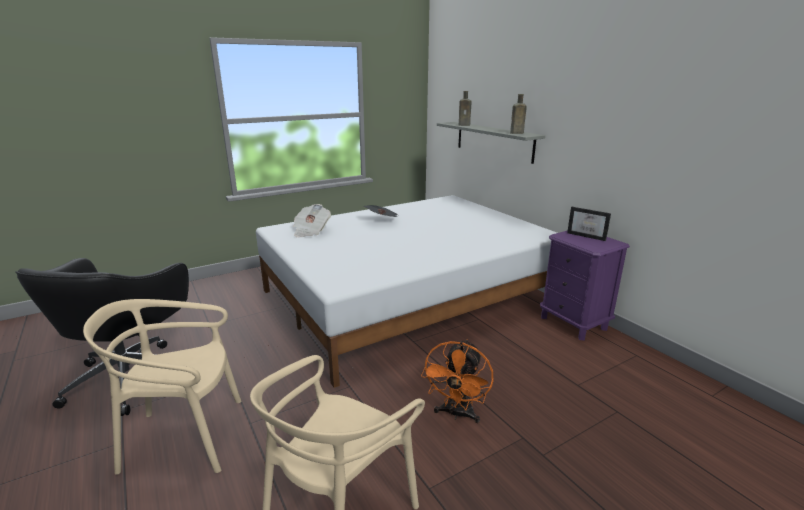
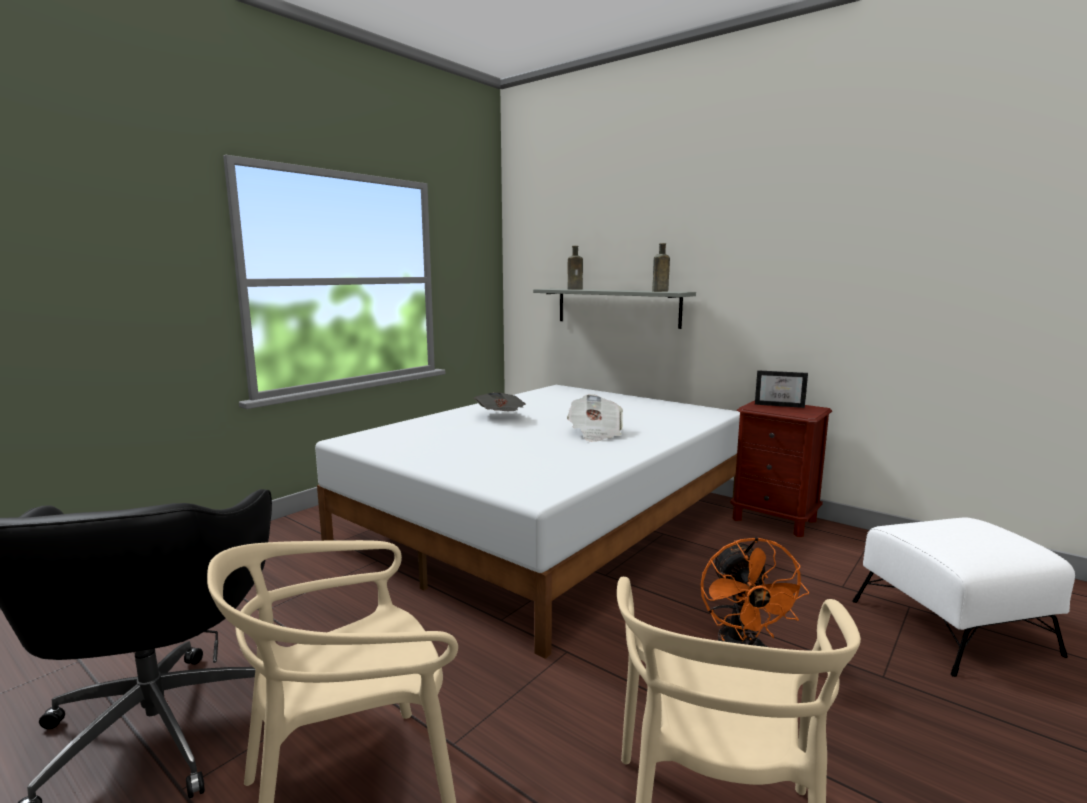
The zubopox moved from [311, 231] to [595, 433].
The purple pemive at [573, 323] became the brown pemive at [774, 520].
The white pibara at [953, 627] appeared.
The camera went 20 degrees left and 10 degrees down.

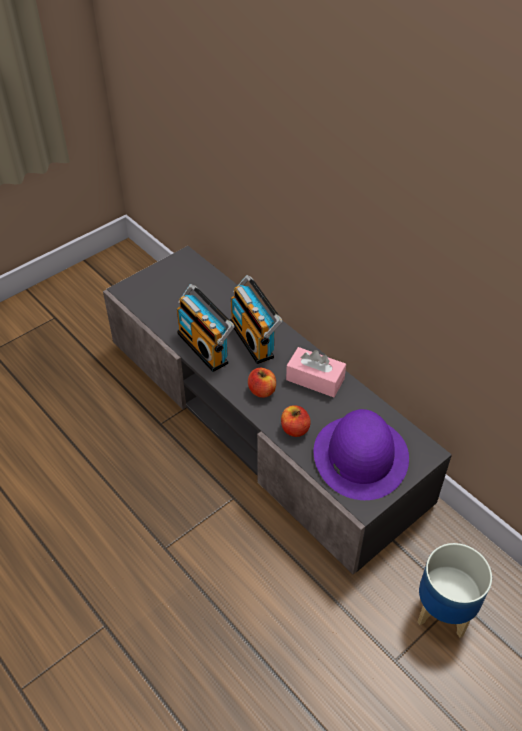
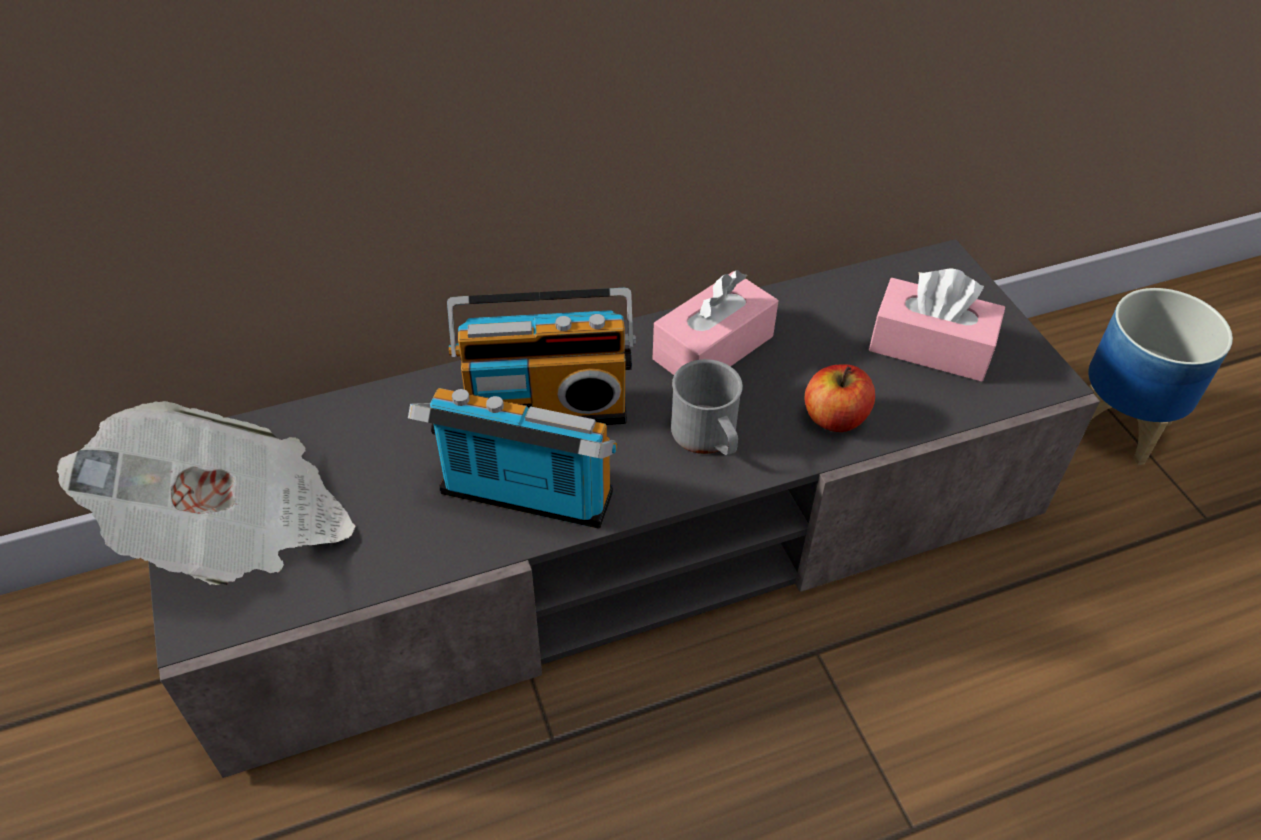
The zubopox at [235, 529] appeared.
The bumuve at [205, 347] turned 150 degrees counterclockwise.
The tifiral at [262, 391] was replaced by the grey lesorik at [708, 438].
The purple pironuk at [360, 456] was replaced by the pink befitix at [930, 347].
The camera went 70 degrees left and 0 degrees up.

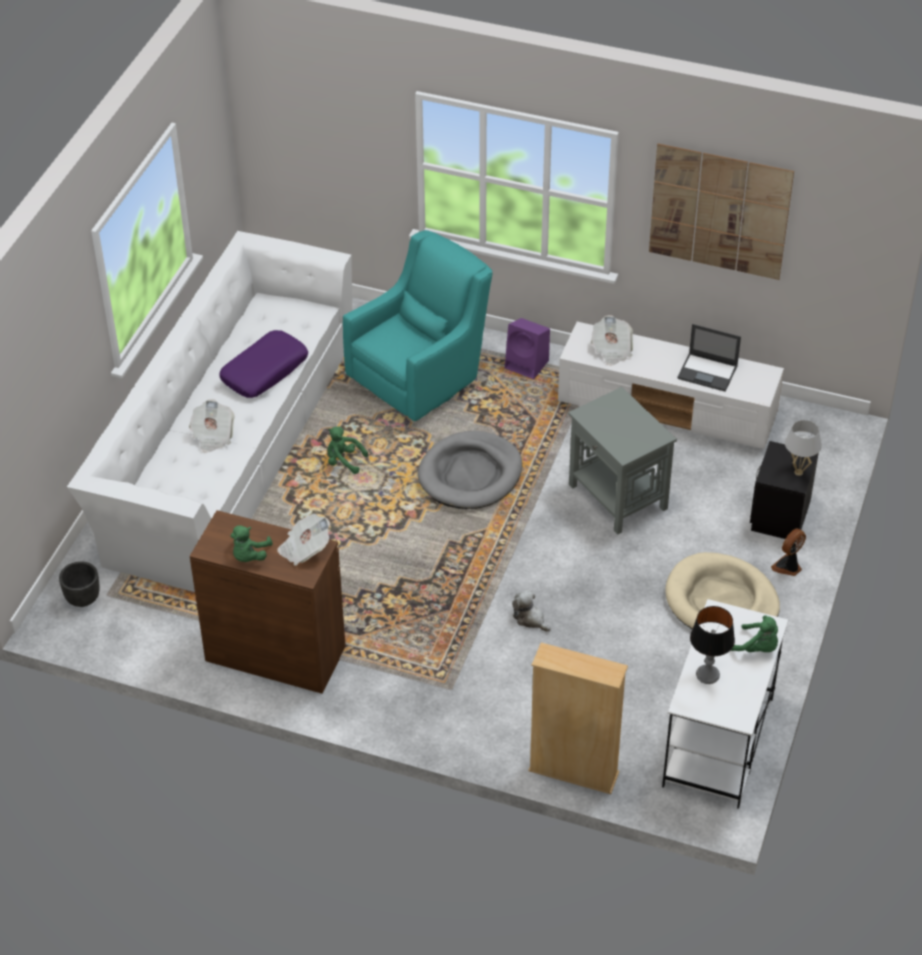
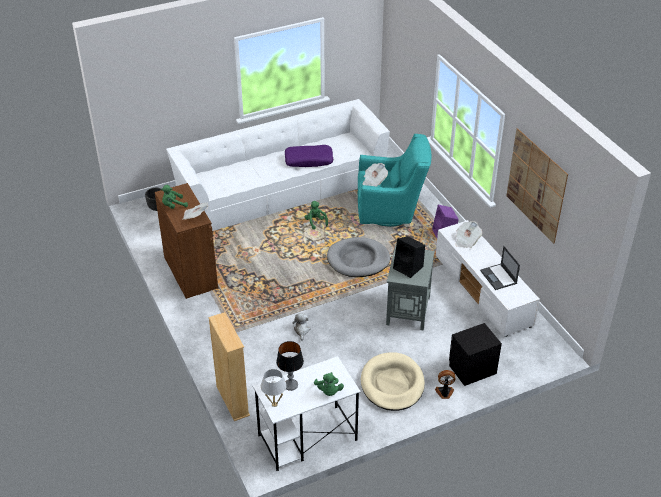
The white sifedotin moved from [798, 472] to [274, 404].
The zubopox moved from [213, 436] to [374, 181].
The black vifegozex at [409, 267] appeared.
The camera went 45 degrees right and 5 degrees down.

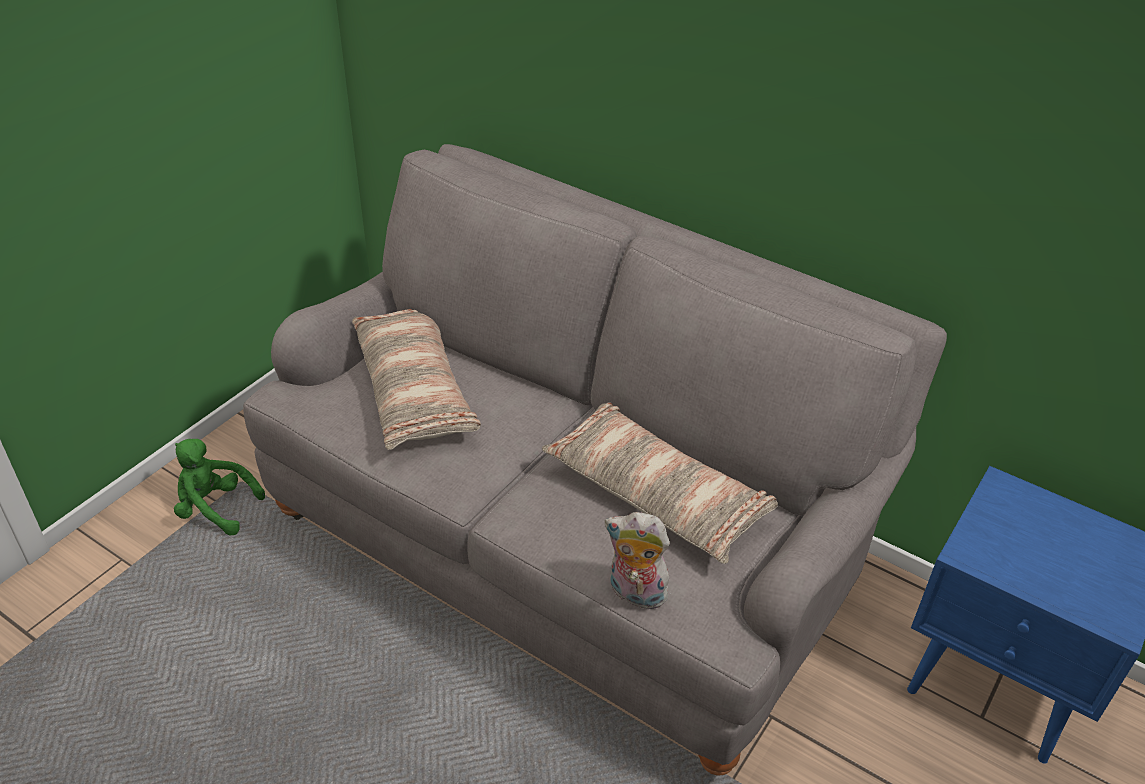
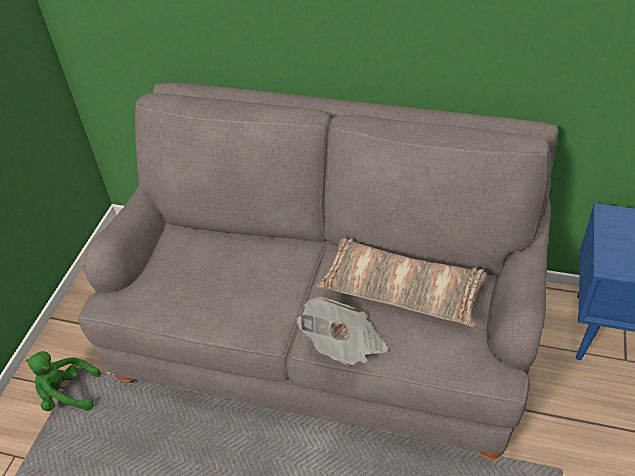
The zubopox at [344, 345] appeared.
The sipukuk at [415, 389] disappeared.
The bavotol at [634, 594] disappeared.
The camera went 15 degrees left and 5 degrees up.

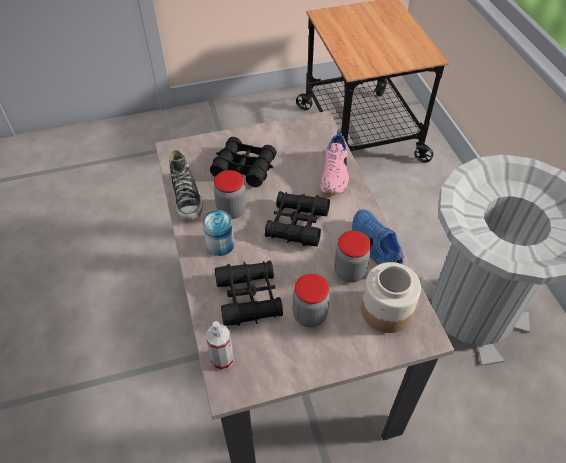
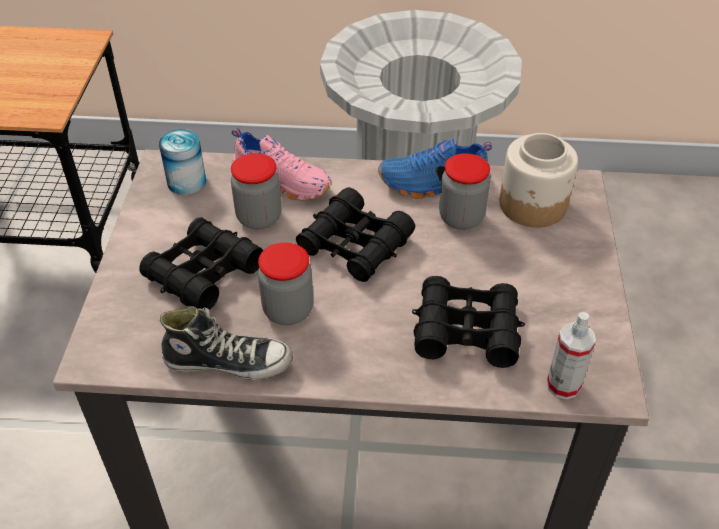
The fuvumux moved from [220, 244] to [187, 182].
The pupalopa moved from [309, 315] to [259, 218].
The camera went 70 degrees left and 5 degrees down.

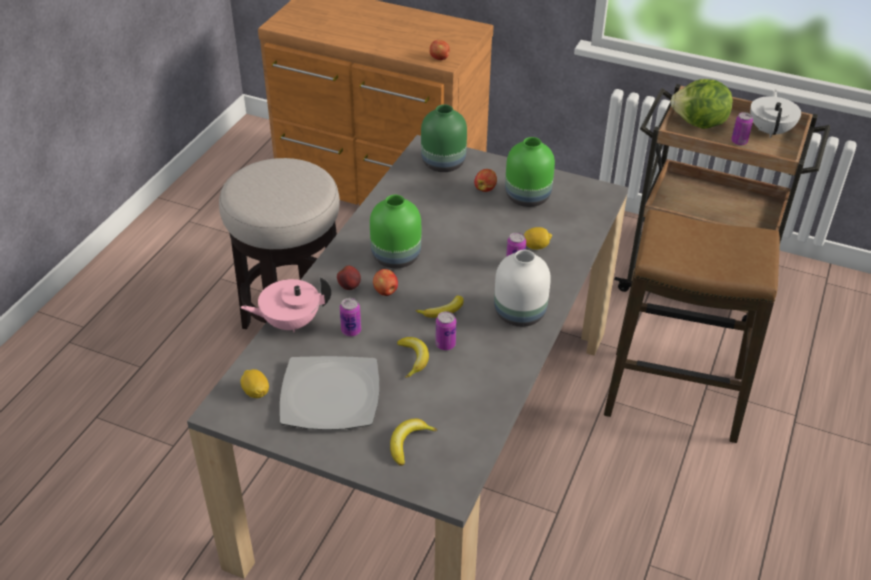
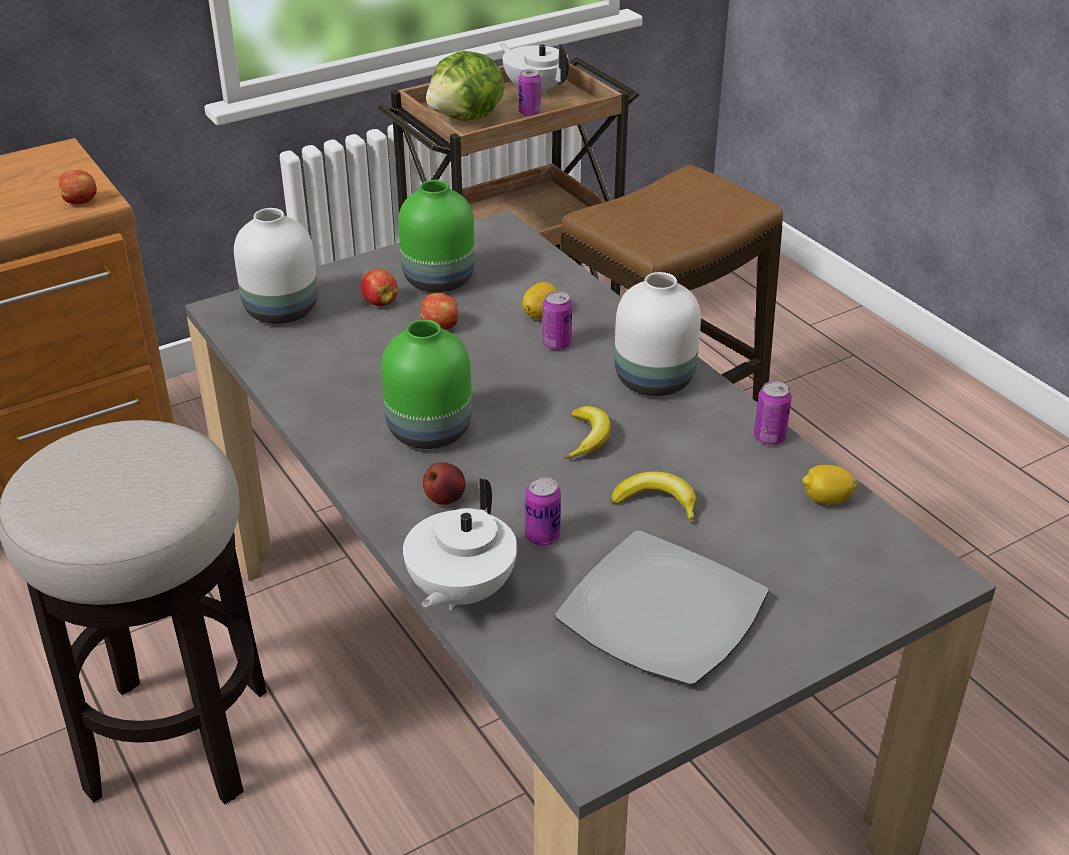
The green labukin at [442, 163] became the white labukin at [280, 312].
The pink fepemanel at [290, 322] became the white fepemanel at [460, 591].
The tifiral moved from [386, 292] to [441, 327].
The fuvumux moved from [445, 344] to [769, 437].
The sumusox moved from [256, 392] to [826, 500].
The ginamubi at [408, 443] disappeared.
The camera went 55 degrees left and 5 degrees down.

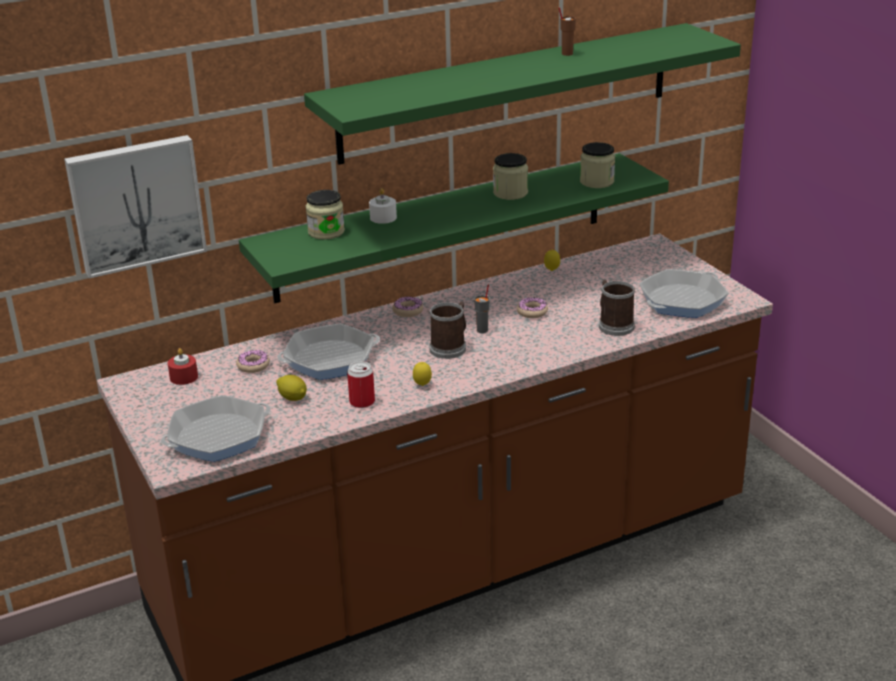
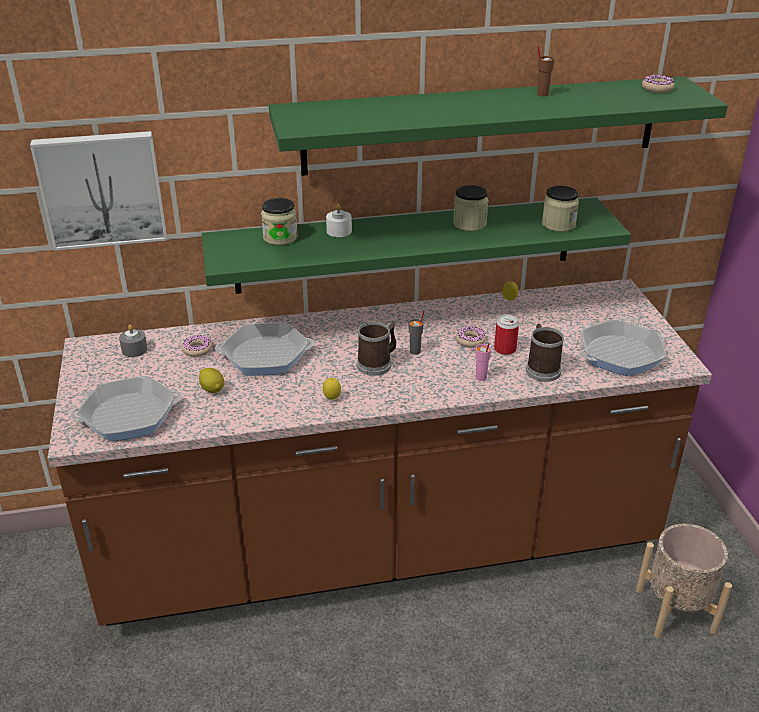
The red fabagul at [184, 377] became the grey fabagul at [134, 350].
The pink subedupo at [481, 378] appeared.
The fuvumux moved from [362, 402] to [505, 349].
The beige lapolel at [674, 610] appeared.
The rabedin moved from [408, 311] to [657, 88].
The camera went 15 degrees right and 5 degrees up.

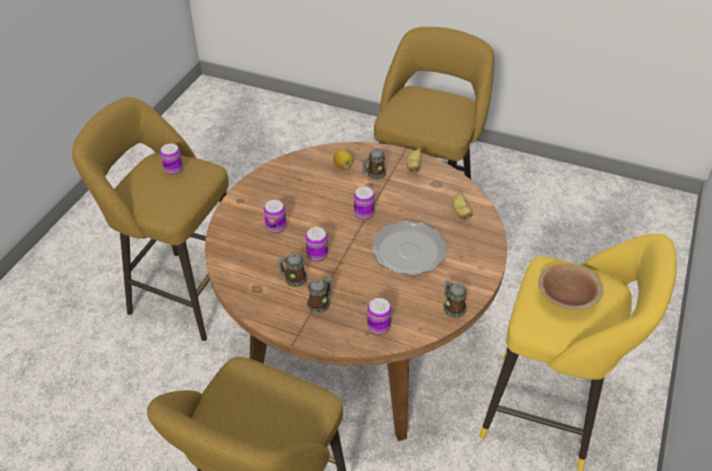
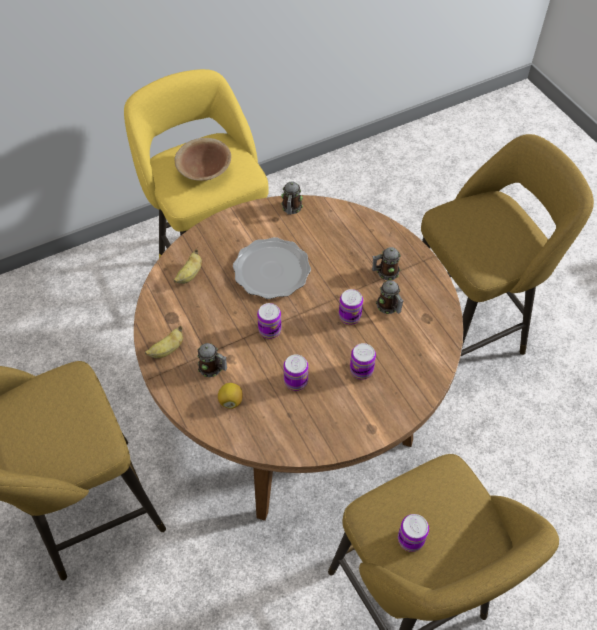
The fuvumux moved from [378, 327] to [296, 381].
The camera went 140 degrees left and 10 degrees up.

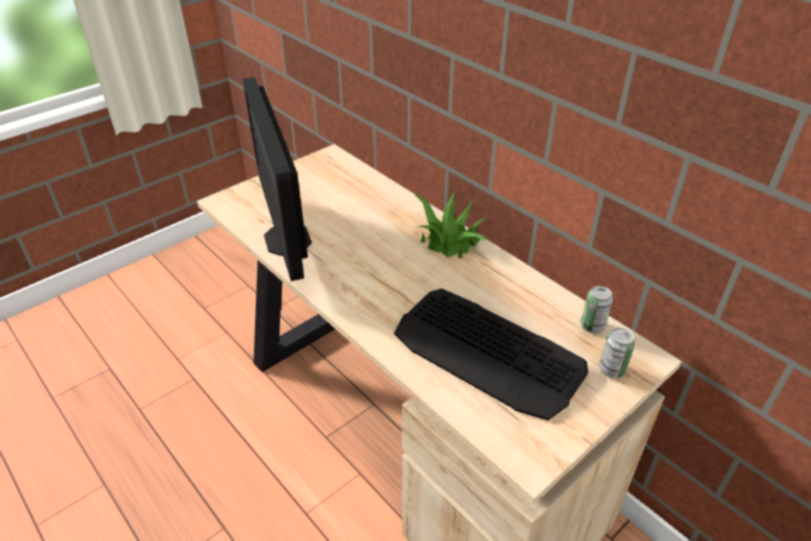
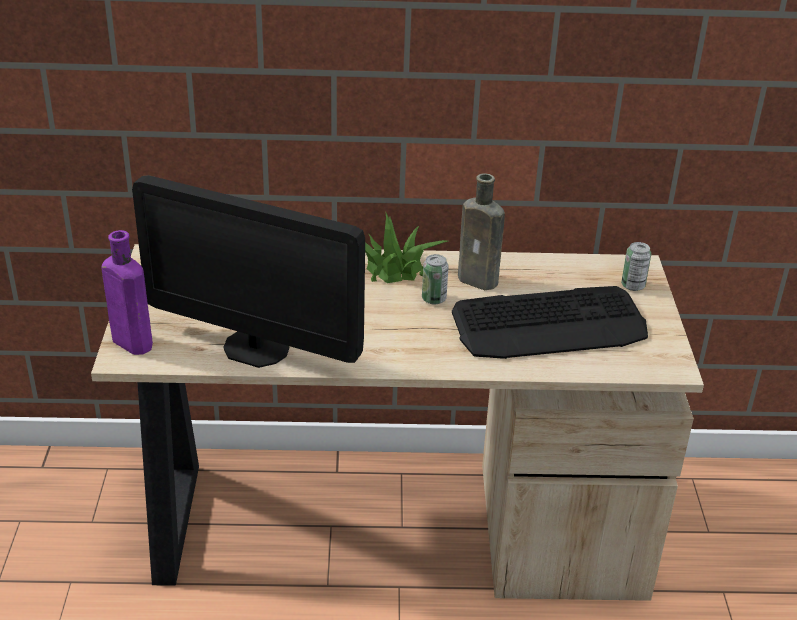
The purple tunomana at [130, 341] appeared.
The fuvumux moved from [592, 326] to [434, 299].
The brown tunomana at [480, 281] appeared.
The camera went 50 degrees left and 5 degrees down.

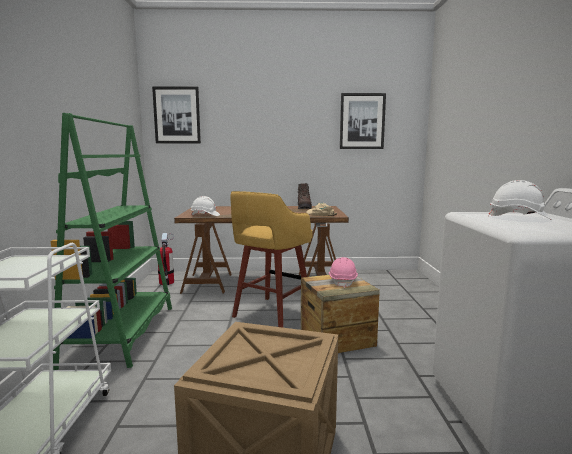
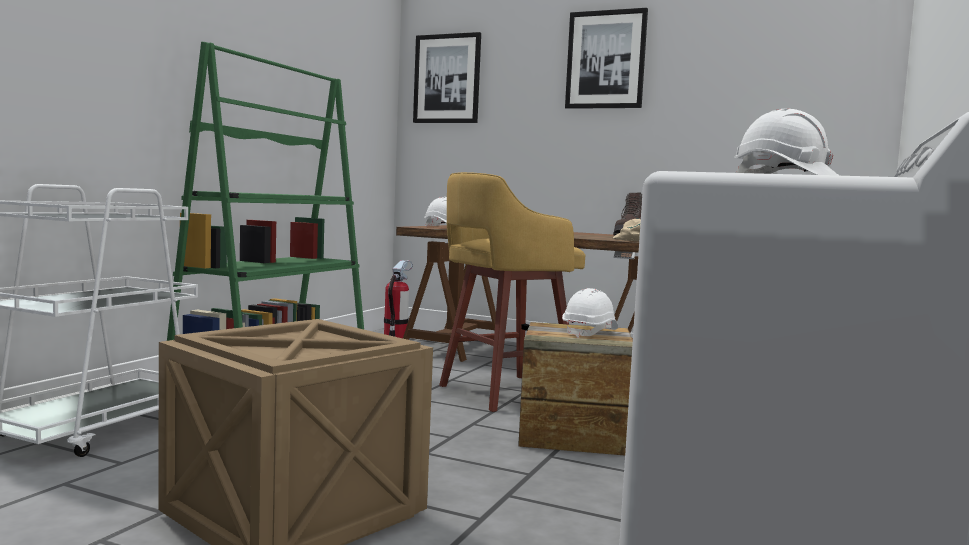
The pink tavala at [343, 281] became the white tavala at [590, 333].
The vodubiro moved from [362, 121] to [606, 60].
The camera went 25 degrees right and 5 degrees down.

